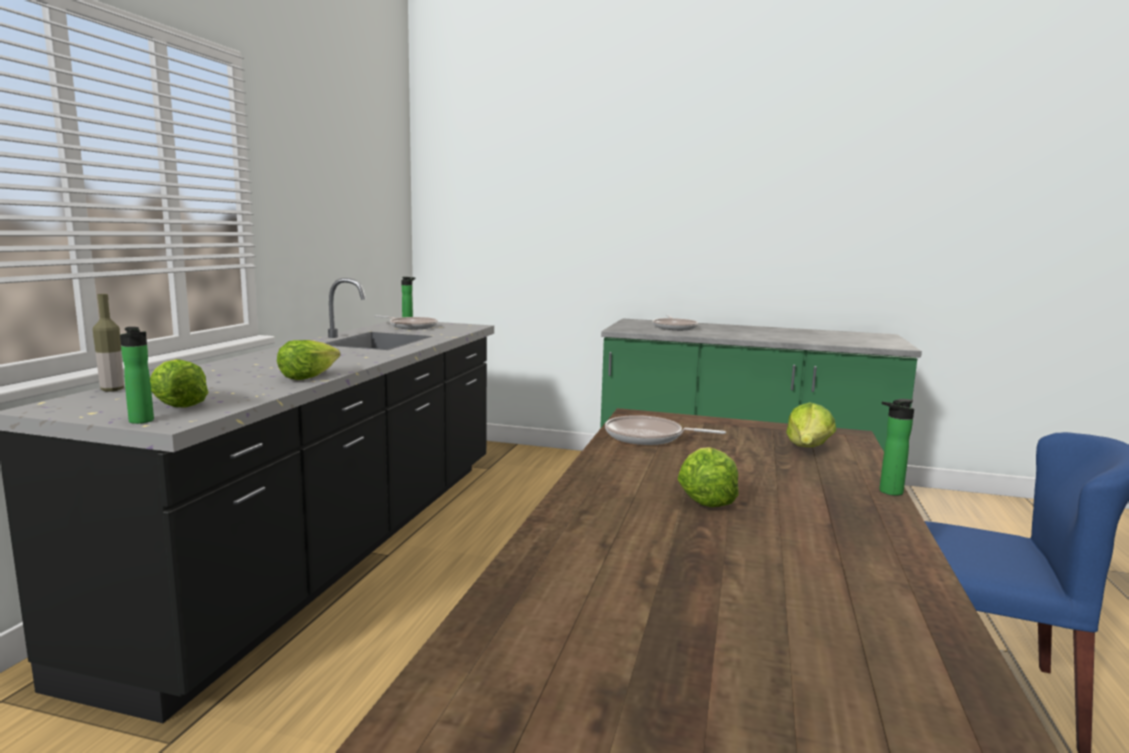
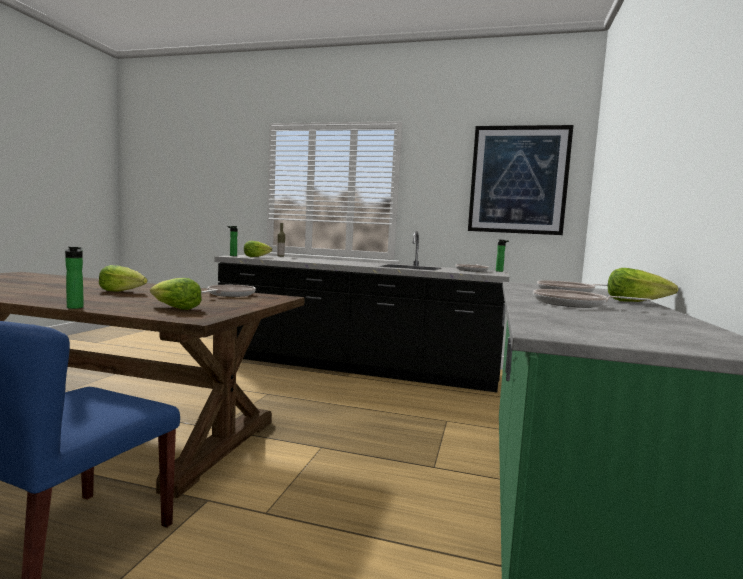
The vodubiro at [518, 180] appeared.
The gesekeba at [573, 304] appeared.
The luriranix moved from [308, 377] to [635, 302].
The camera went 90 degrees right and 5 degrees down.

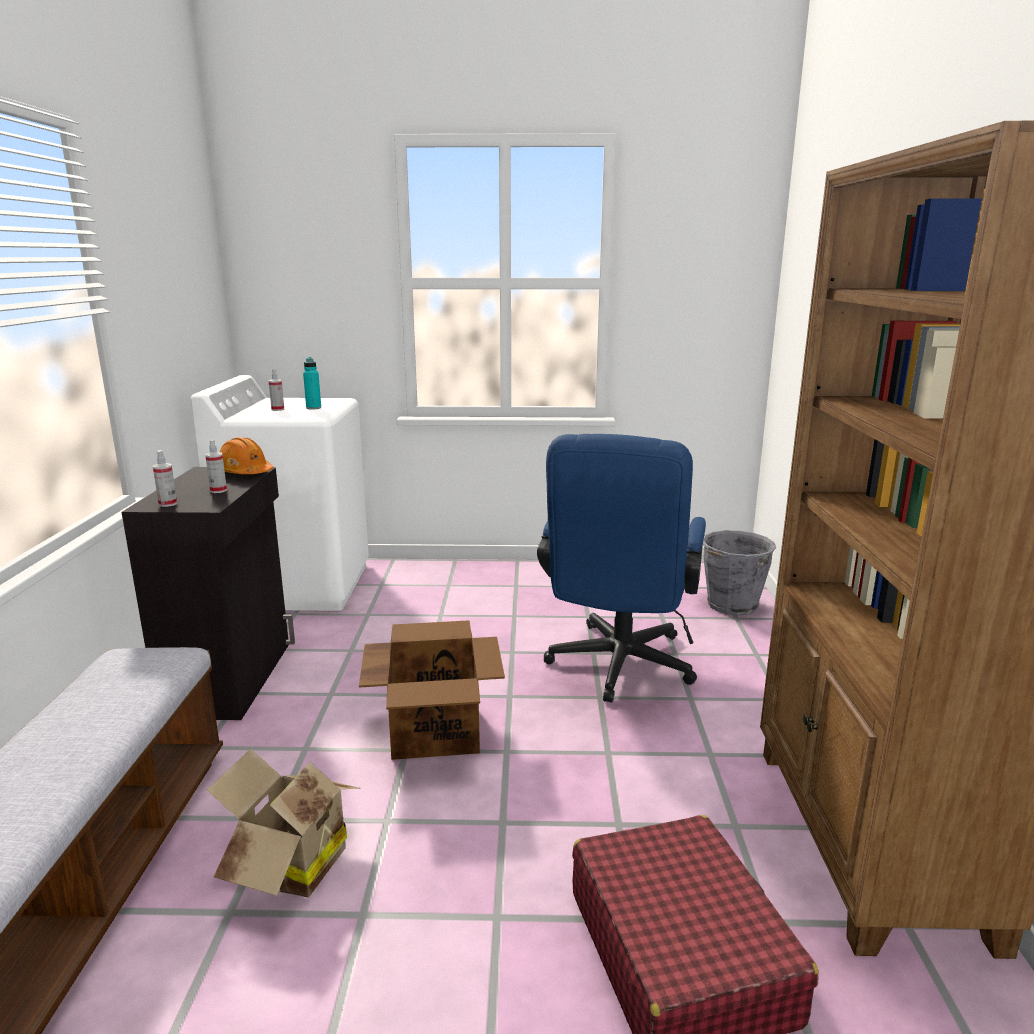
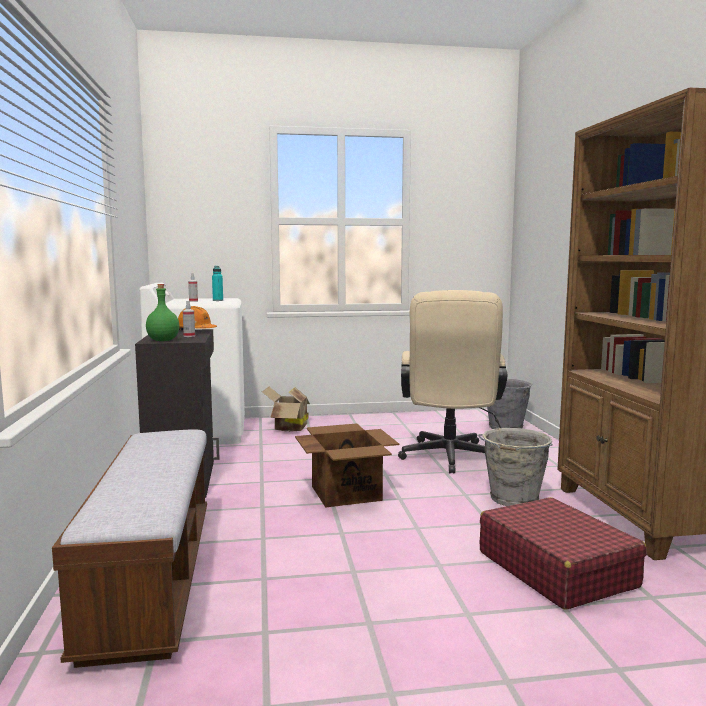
The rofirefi at [168, 504] was replaced by the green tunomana at [163, 340].
The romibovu moved from [289, 866] to [288, 428].
The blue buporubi at [617, 669] became the beige buporubi at [449, 459].
The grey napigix at [513, 499] appeared.
The camera went 10 degrees left and 10 degrees down.

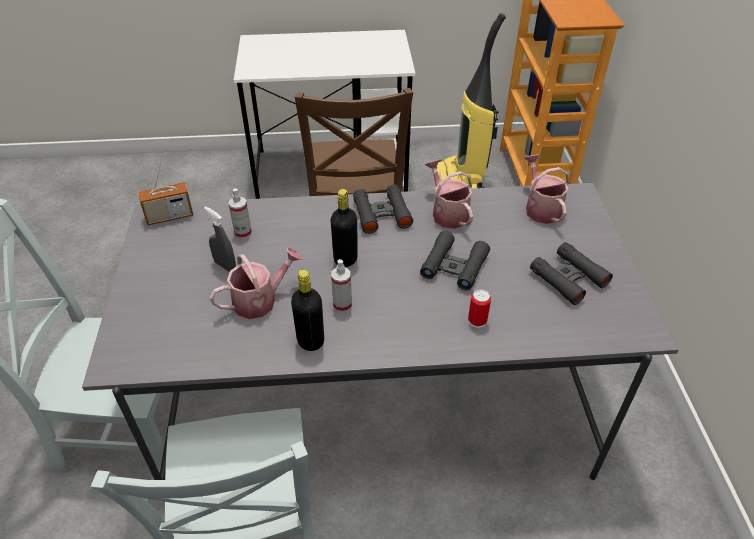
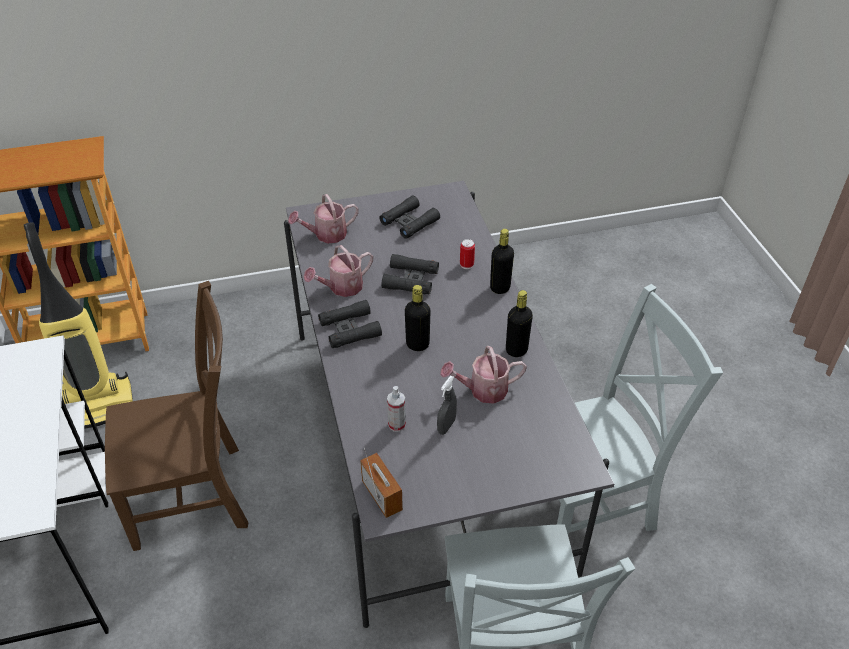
The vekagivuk at [260, 300] turned 60 degrees counterclockwise.
The black tunomana at [500, 287] appeared.
The rofirefi at [342, 305] disappeared.
The camera went 100 degrees left and 0 degrees up.

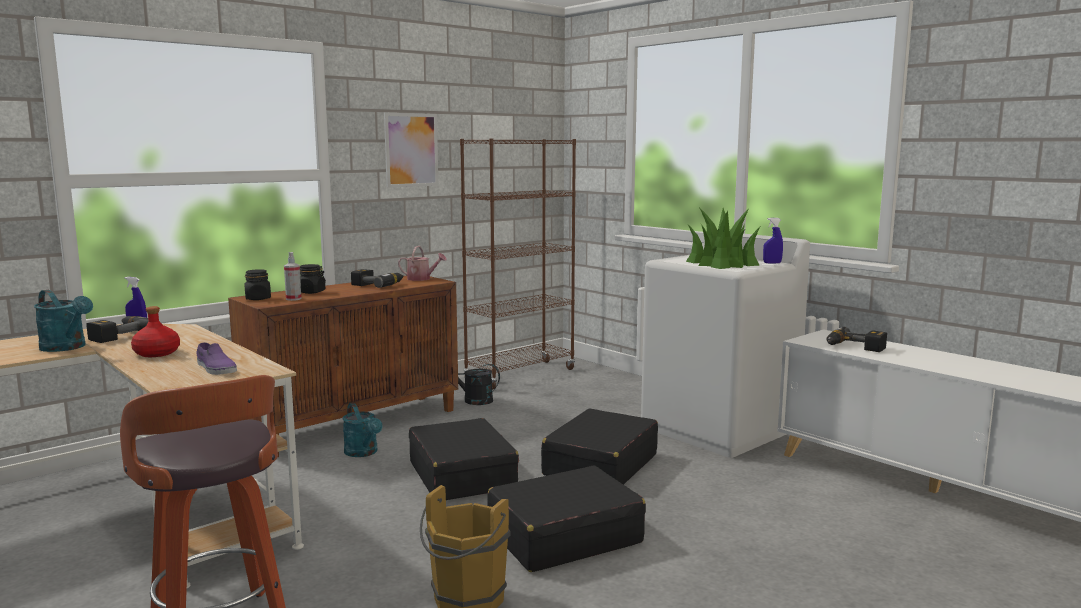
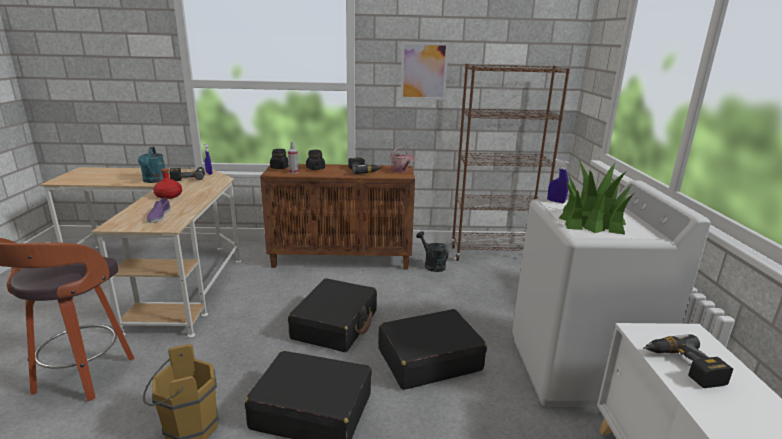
The blue rofirefi moved from [772, 263] to [556, 201].
The turquoise vekagivuk at [363, 453] disappeared.
The camera went 40 degrees right and 10 degrees up.

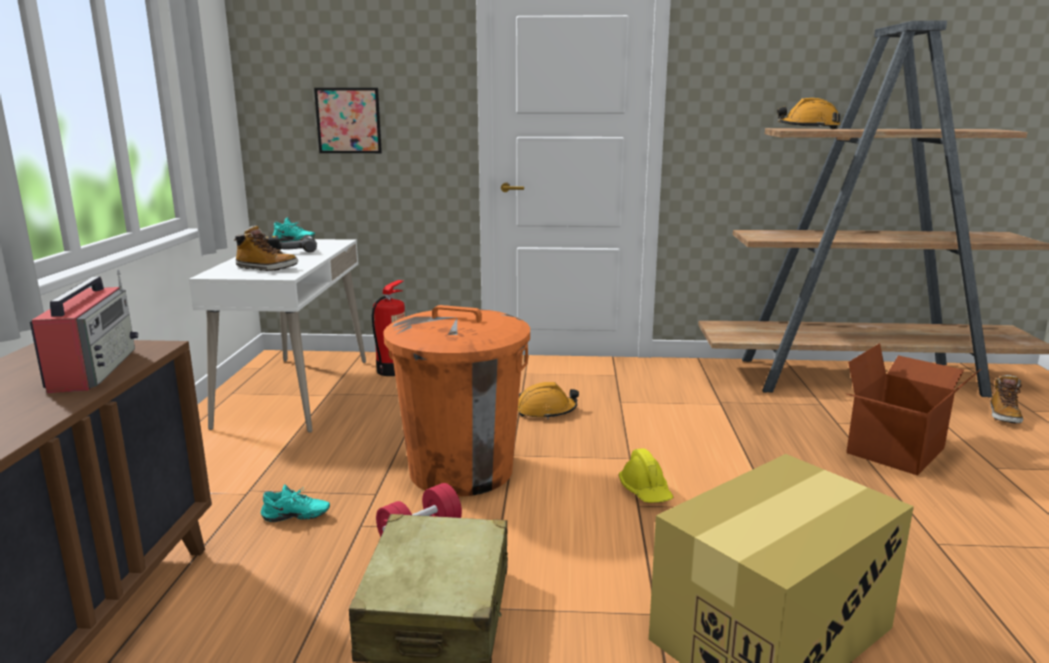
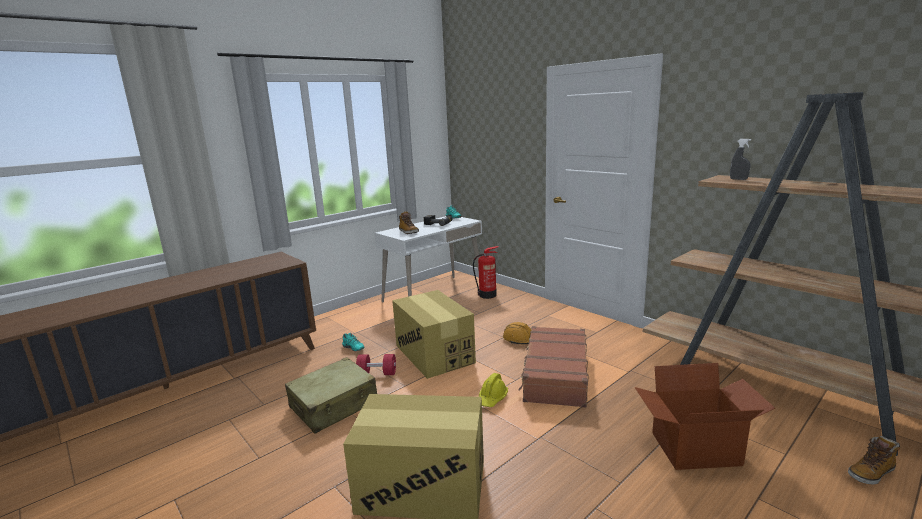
The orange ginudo at [461, 470] was replaced by the romibovu at [434, 354].
The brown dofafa at [555, 375] appeared.
The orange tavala at [808, 129] was replaced by the grey rofirefi at [738, 179].
The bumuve at [94, 369] disappeared.
The vodubiro at [348, 120] disappeared.
The camera went 45 degrees right and 0 degrees up.

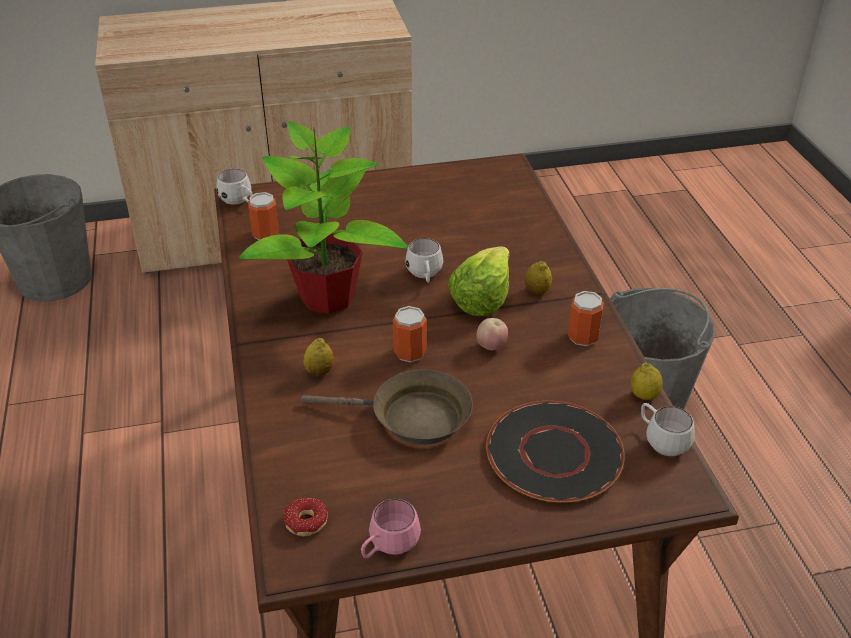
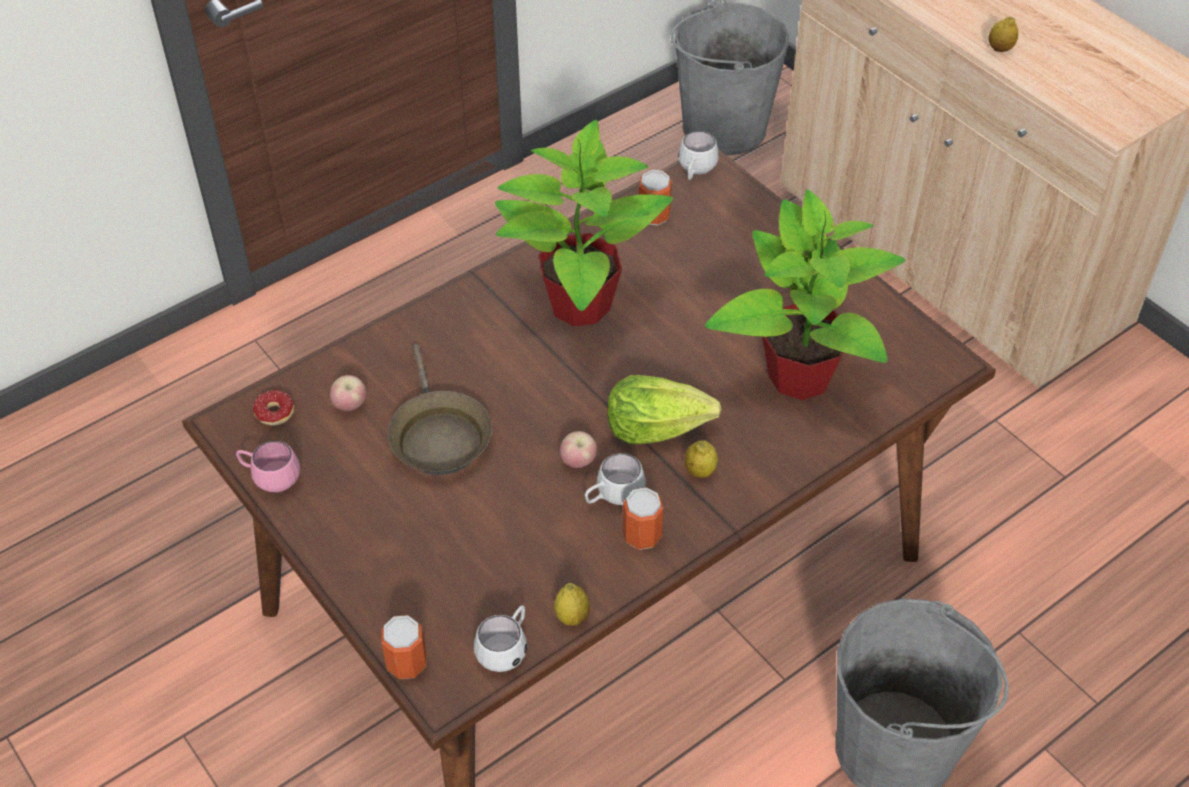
The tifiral at [350, 405] appeared.
The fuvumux moved from [410, 352] to [407, 663].
The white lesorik moved from [425, 276] to [613, 497].
The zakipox at [798, 375] appeared.
The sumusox moved from [319, 372] to [1000, 49].
The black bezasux at [555, 453] disappeared.
The camera went 65 degrees right and 10 degrees up.

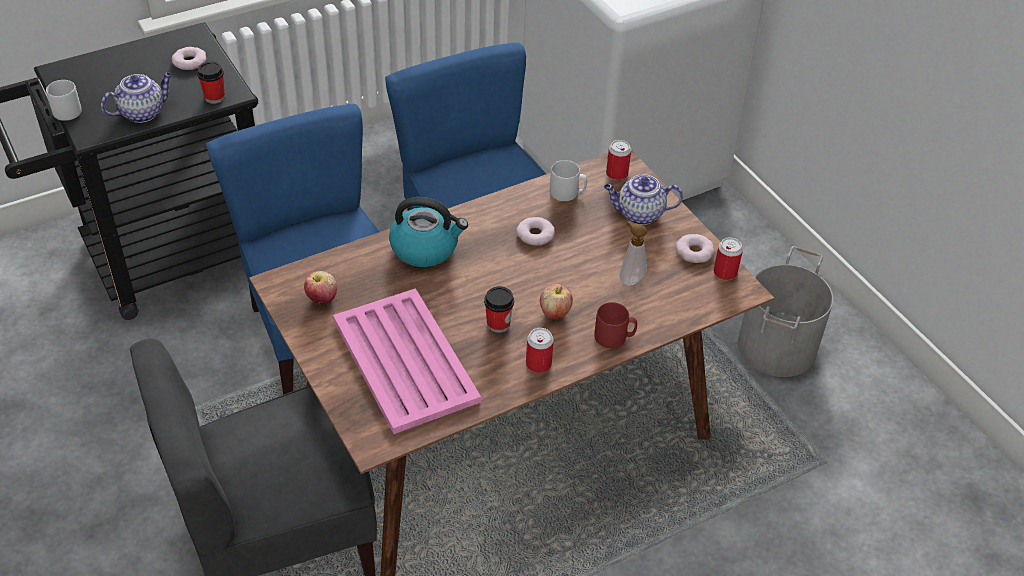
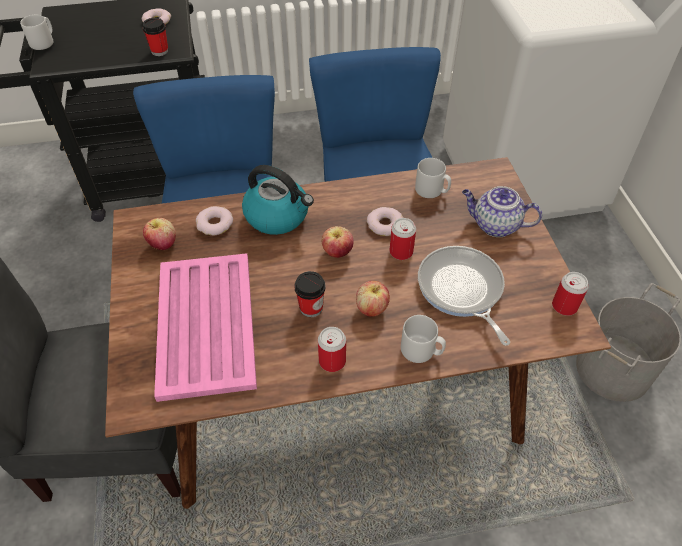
The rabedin moved from [694, 252] to [215, 224].
The tifiral at [337, 252] appeared.
The fuvumux moved from [617, 174] to [401, 252].
The red lesorik at [614, 337] became the grey lesorik at [421, 351].
The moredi at [630, 278] was replaced by the gesekeba at [461, 290].
The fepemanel at [143, 112] disappeared.
The camera went 20 degrees right and 5 degrees up.

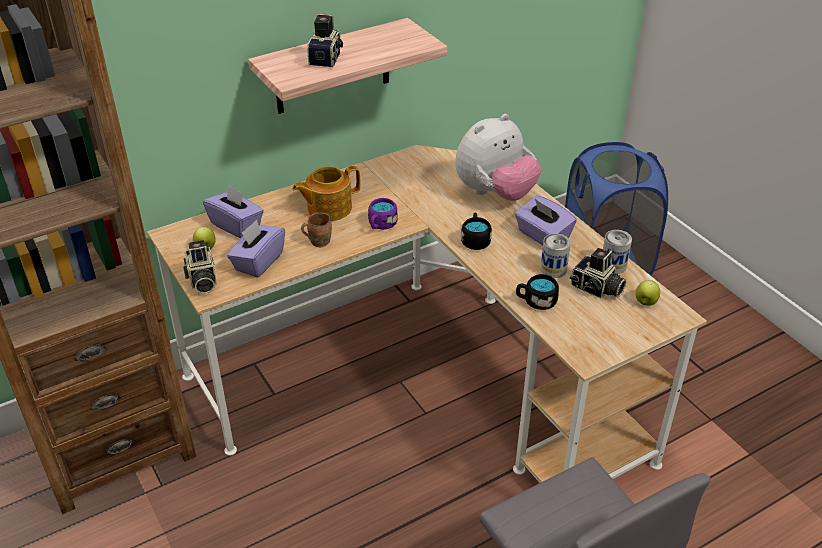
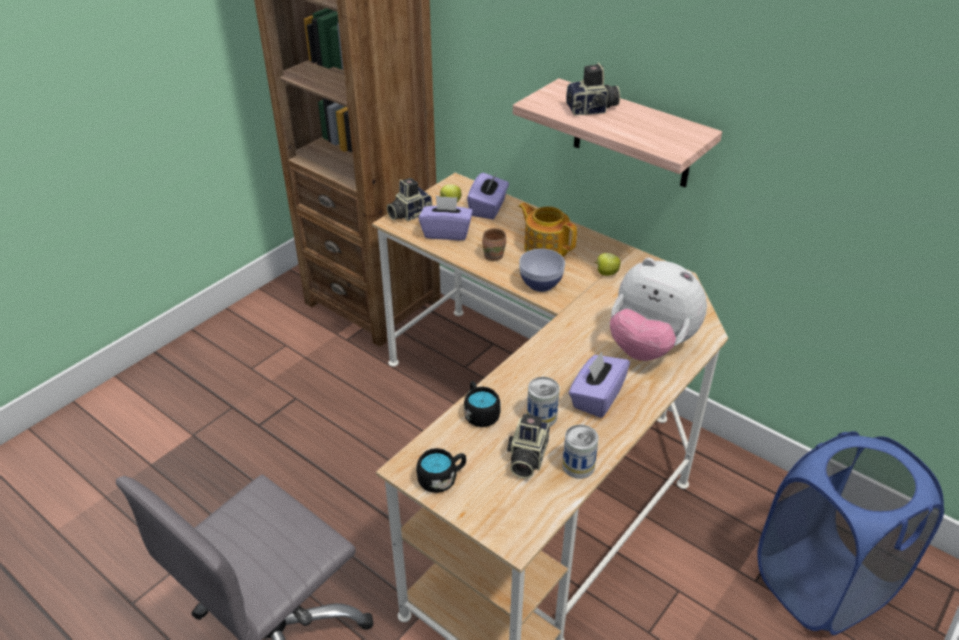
The black lesorik moved from [475, 240] to [442, 478].
The purple lesorik at [381, 225] was replaced by the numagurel at [540, 283].
The tifiral moved from [645, 302] to [606, 273].
The camera went 70 degrees right and 0 degrees up.

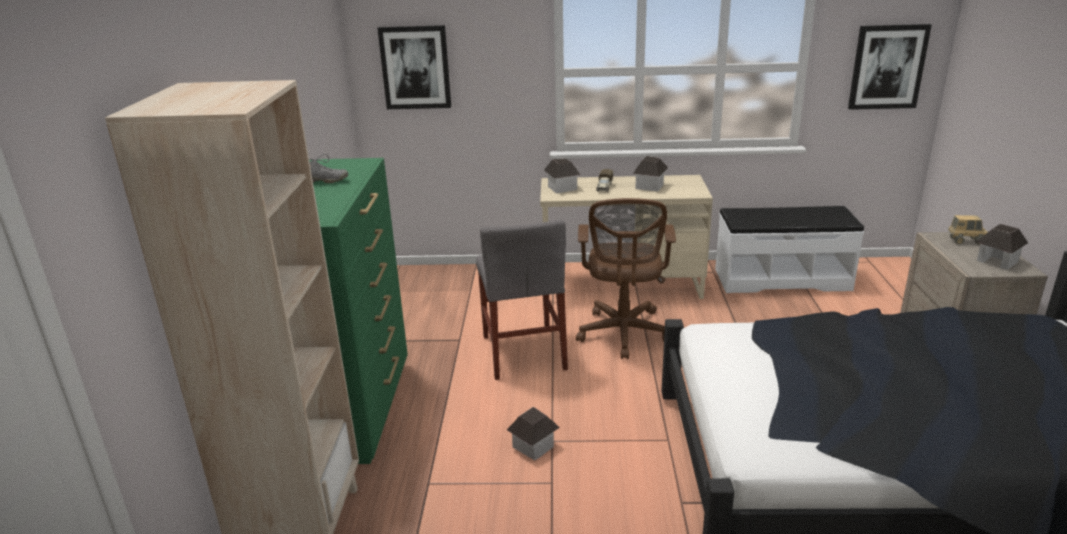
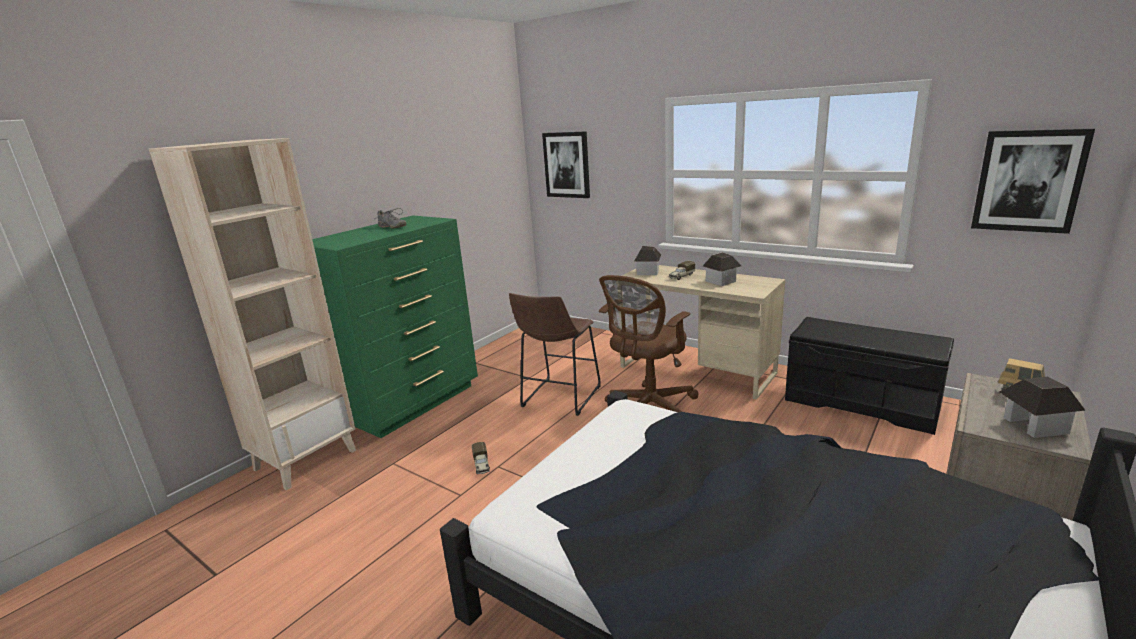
The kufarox at [533, 446] was replaced by the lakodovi at [481, 465].
The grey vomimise at [523, 352] was replaced by the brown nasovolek at [559, 398].
The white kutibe at [781, 279] became the black kutibe at [861, 403].
The camera went 35 degrees right and 5 degrees down.

